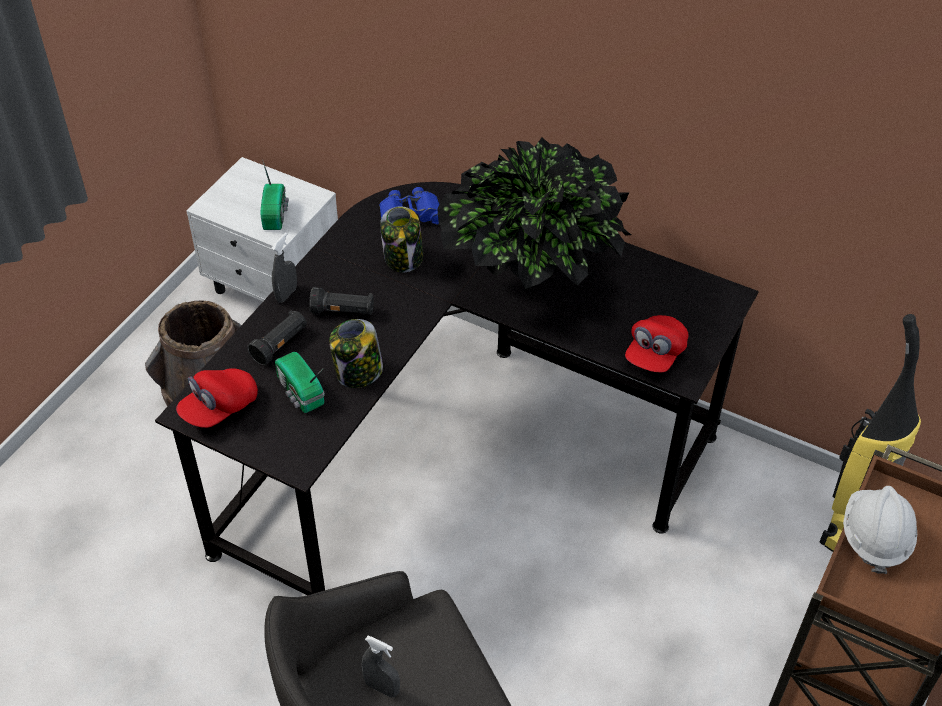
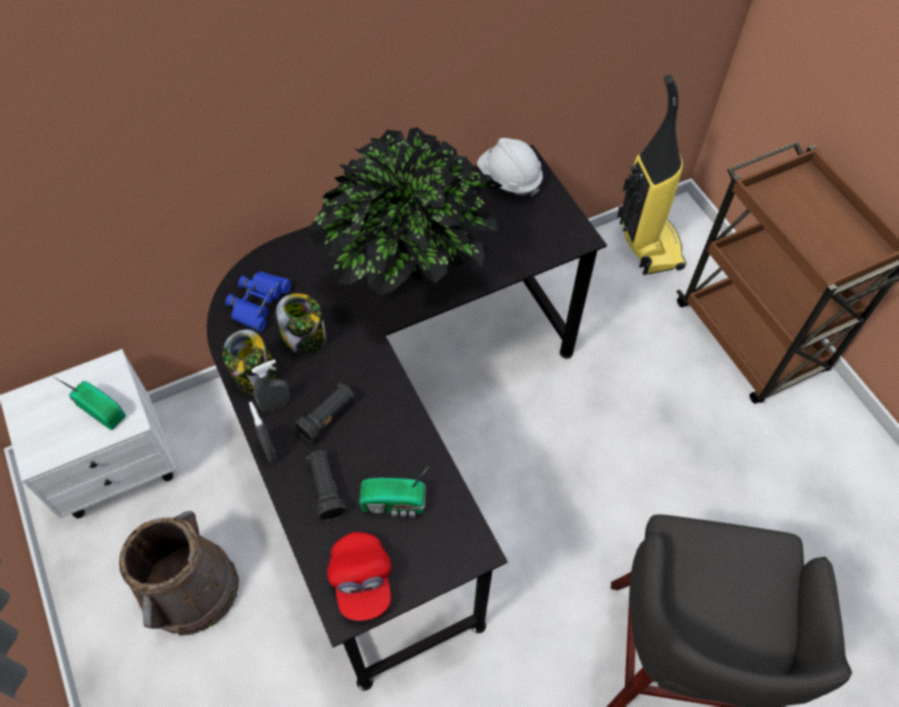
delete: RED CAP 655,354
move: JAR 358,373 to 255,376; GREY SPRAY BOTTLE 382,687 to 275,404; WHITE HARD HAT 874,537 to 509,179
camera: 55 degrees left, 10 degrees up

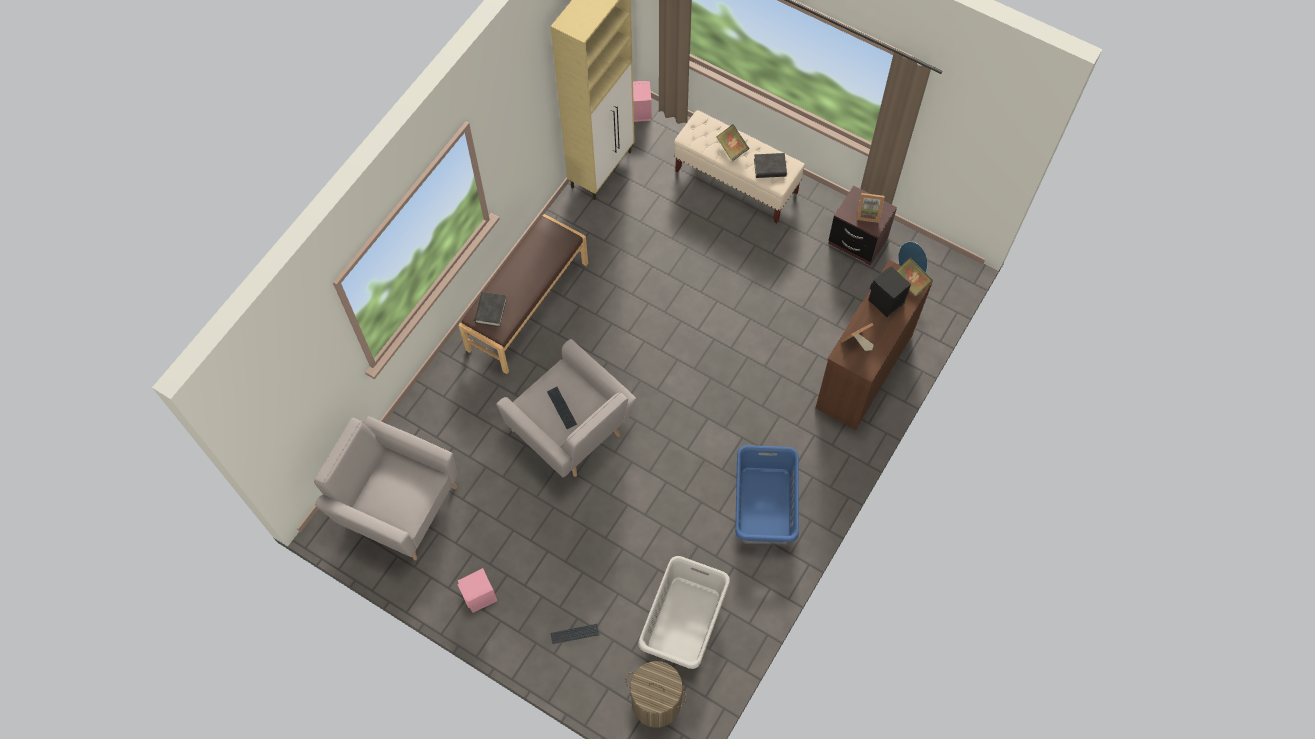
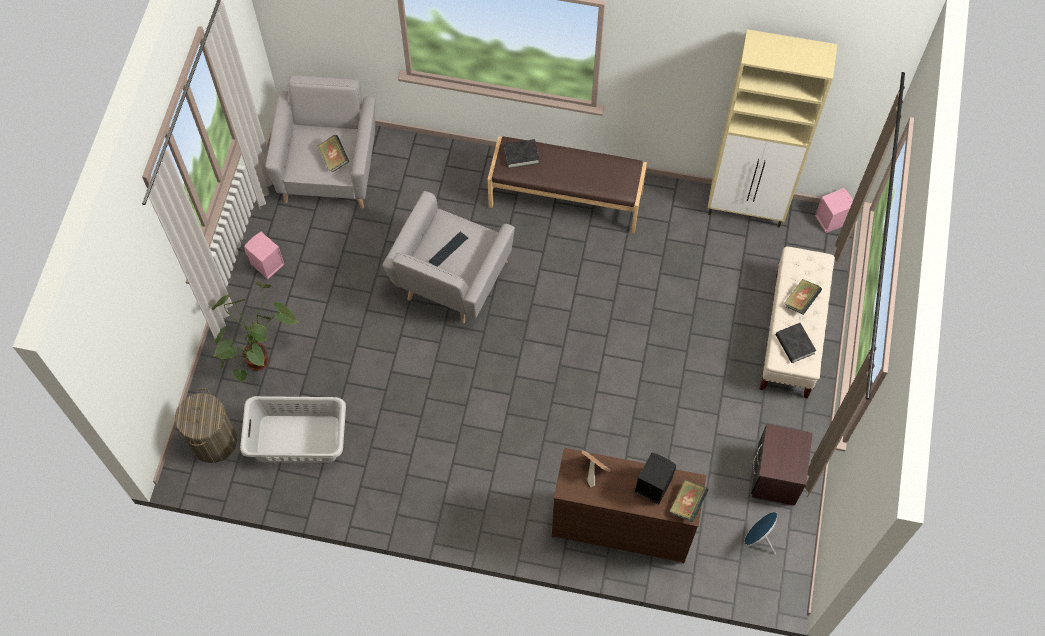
delete: BLUE LAUNDRY BASKET 764,505; PICTURE FRAME 868,213
insert: BOOK 334,159
replace: KEYBOARD 574,634 to POTTED PLANT 256,352
camera: 70 degrees right, 0 degrees up

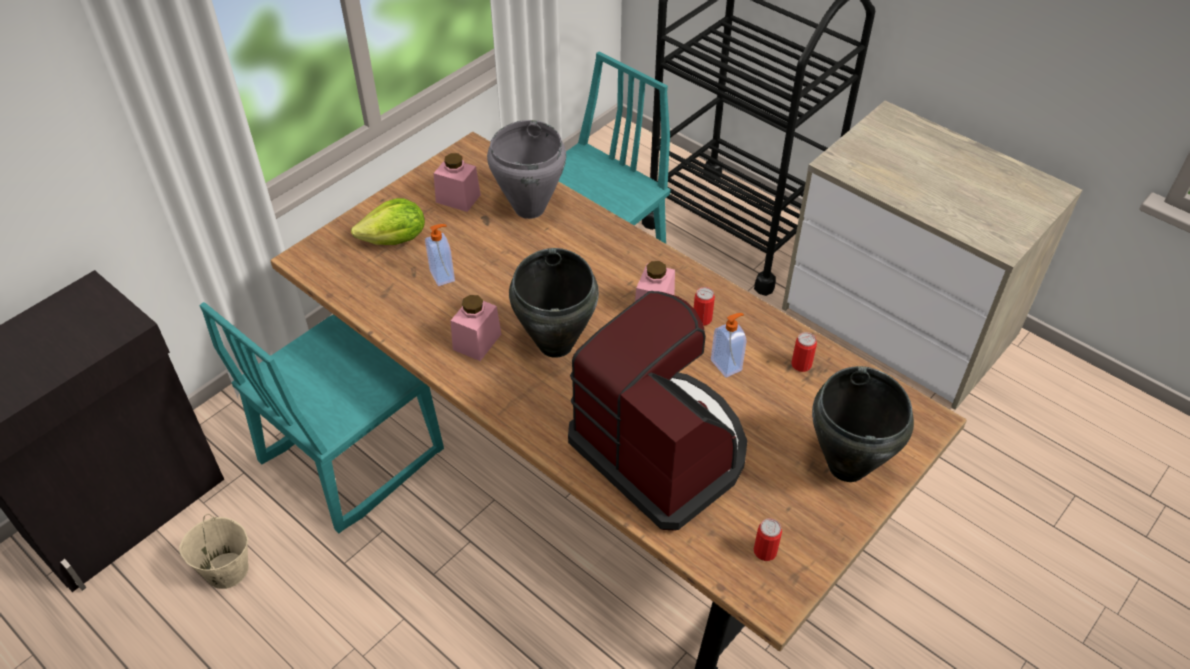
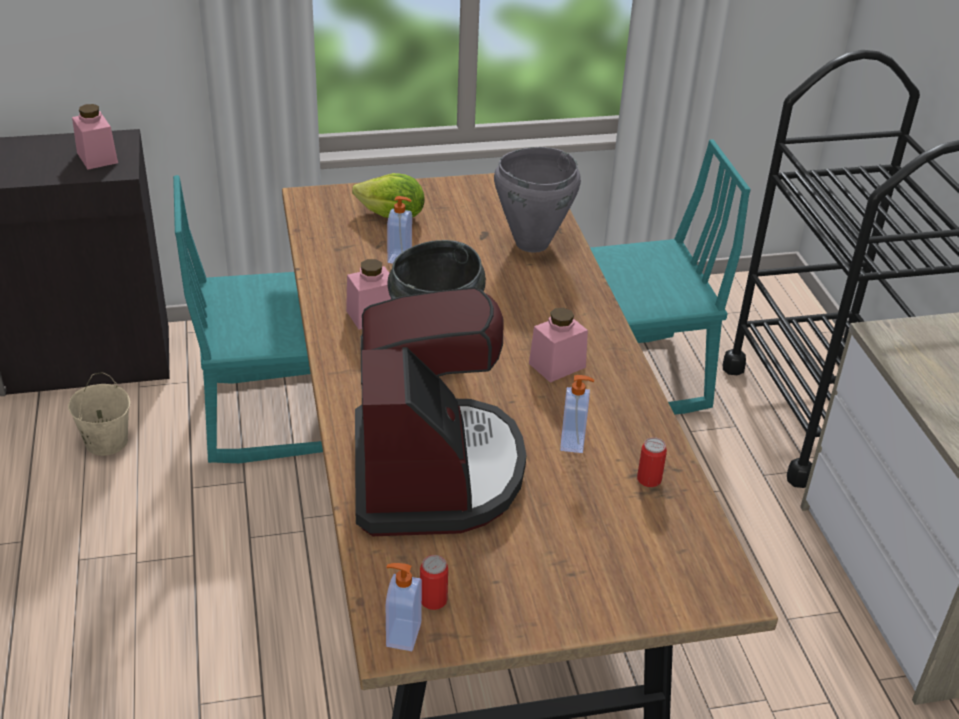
delete: CAN 702,319; BLACK COOKING POT 846,467
insert: SOAP DISPENSER 402,634
move: PINK JAR 458,198 to 97,157
camera: 35 degrees right, 10 degrees down

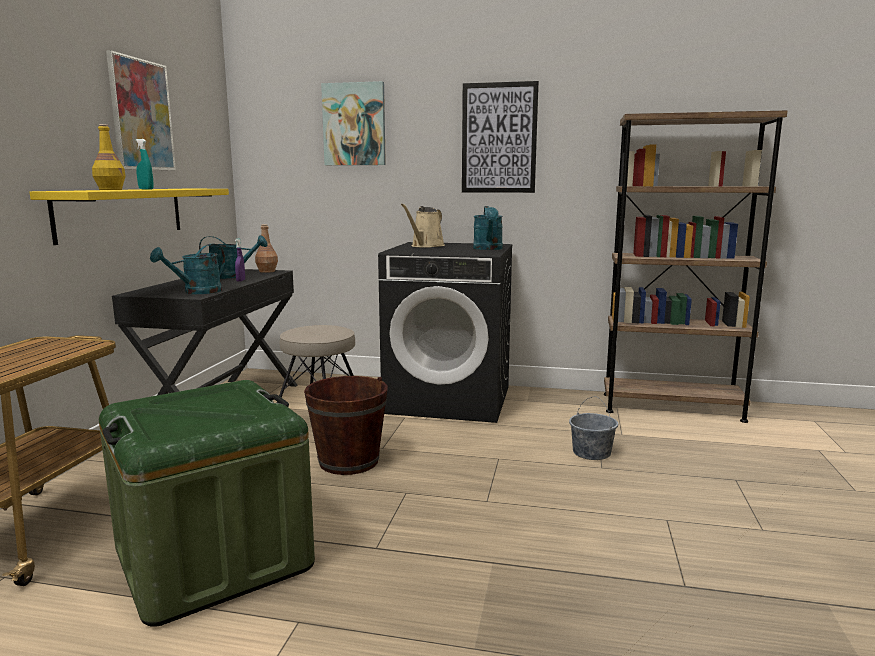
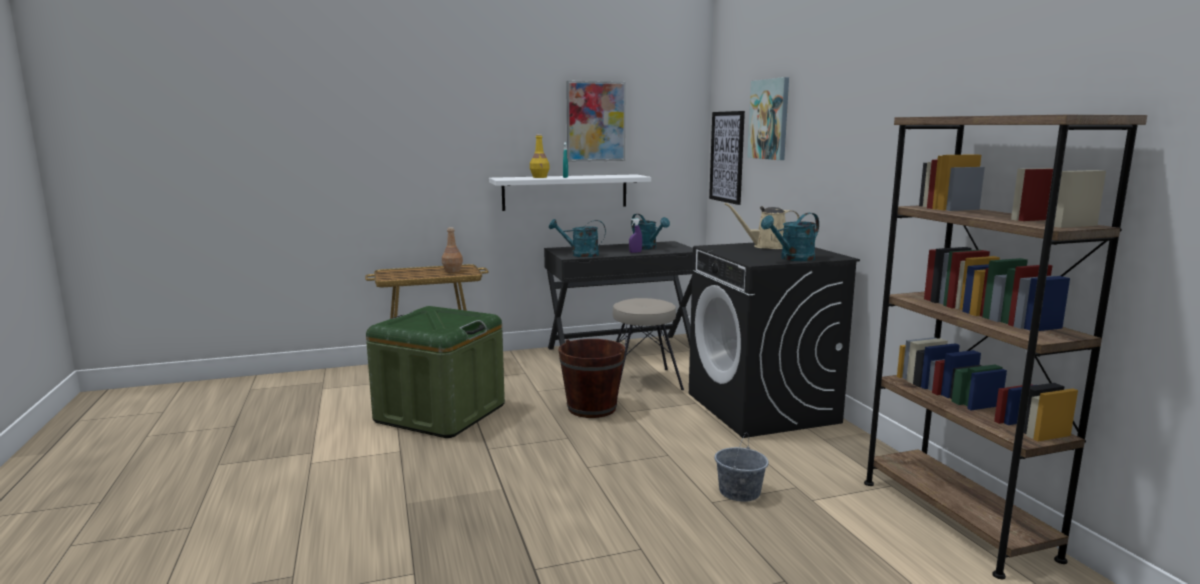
move: BROWN BOTTLE 267,271 to 453,271; PICTURE 499,138 to 727,157
recolor: YELLOW SHELF 122,213 to WHITE SHELF 565,192
camera: 60 degrees right, 0 degrees up

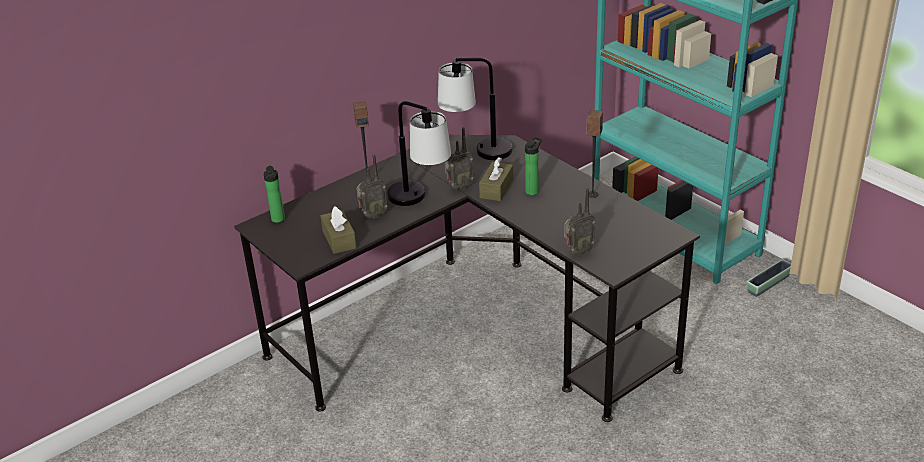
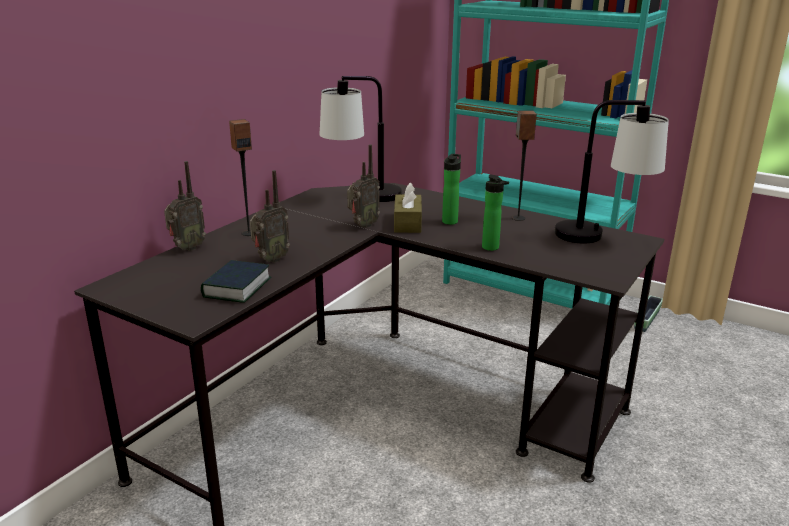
move: BOTTLE 278,220 to 492,248; TABLE LAMP 420,201 to 601,237; RADIO 577,252 to 187,248
replace: BROWN TISSUE BOX 339,239 to BOOK 237,288
camera: 20 degrees left, 10 degrees down

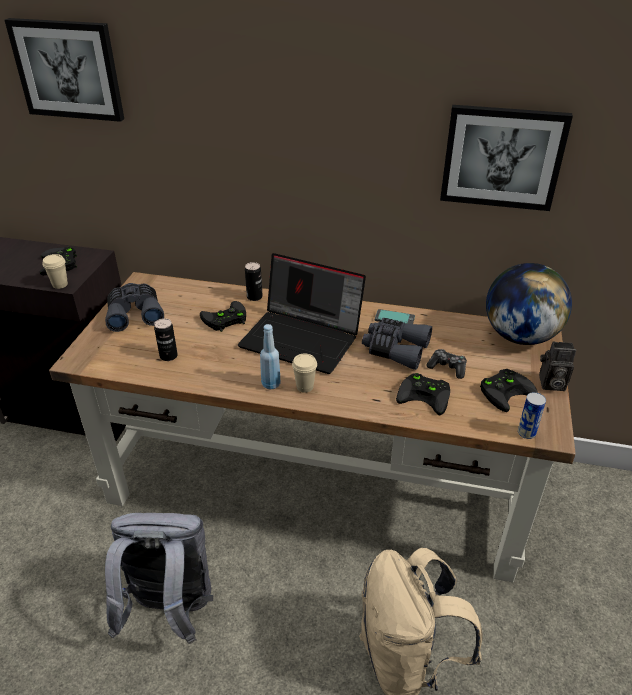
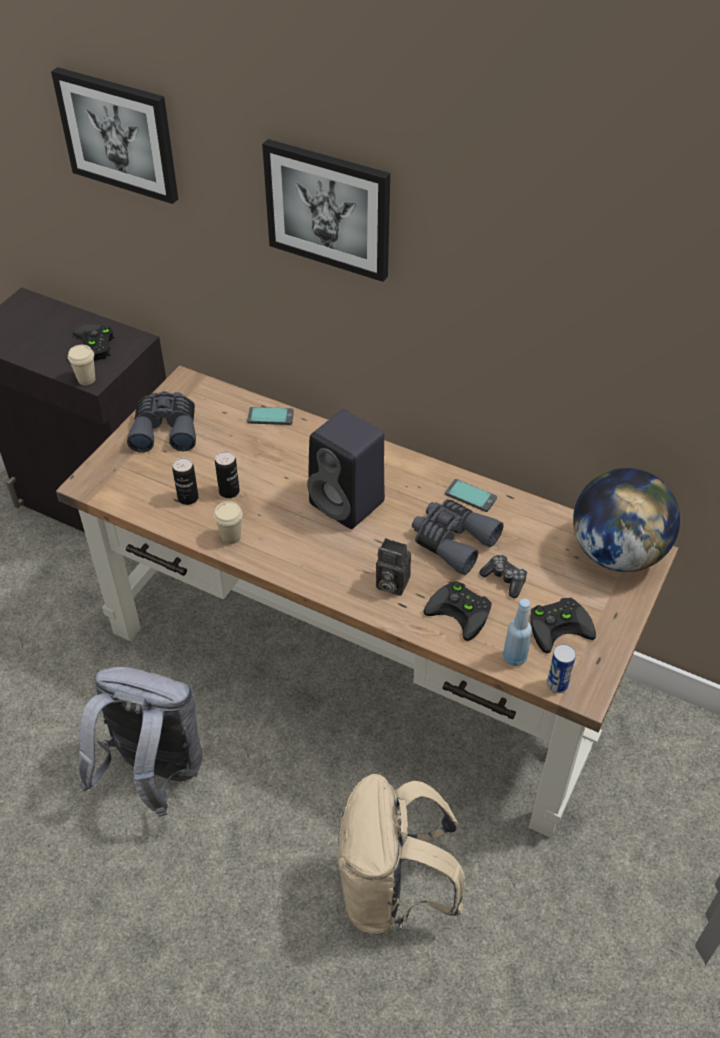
delete: BLACK GAME CONTROLLER 224,320
insert: PHONE 270,416
move: CAN 254,297 to 229,491; BLUE BOTTLE 271,384 to 514,657; BEIGE CUP 304,387 to 231,537; PICTURE 502,157 to 329,209; PHOTO CAMERA 550,384 to 390,584
replace: LAPTOP 303,338 to BLACK SPEAKER 349,503
camera: 15 degrees right, 10 degrees up

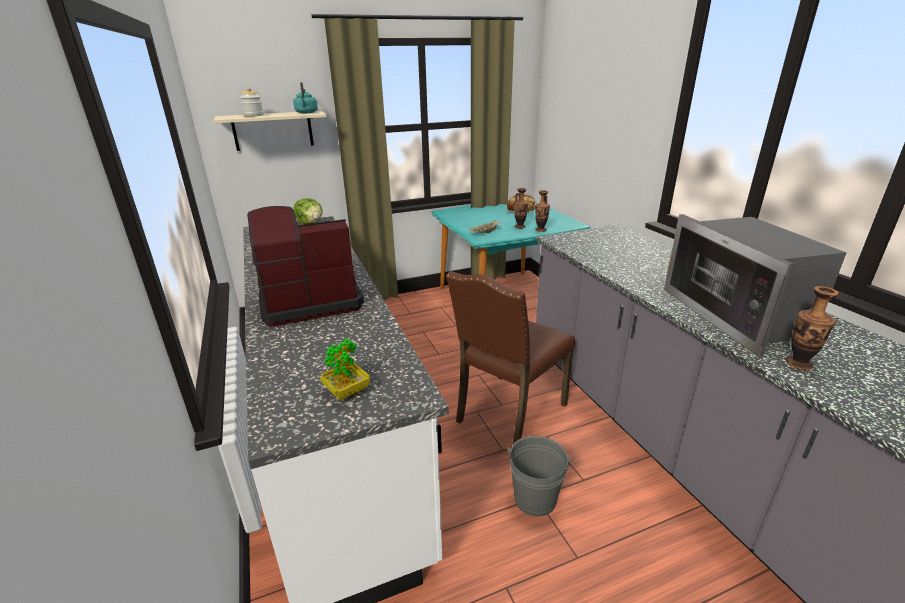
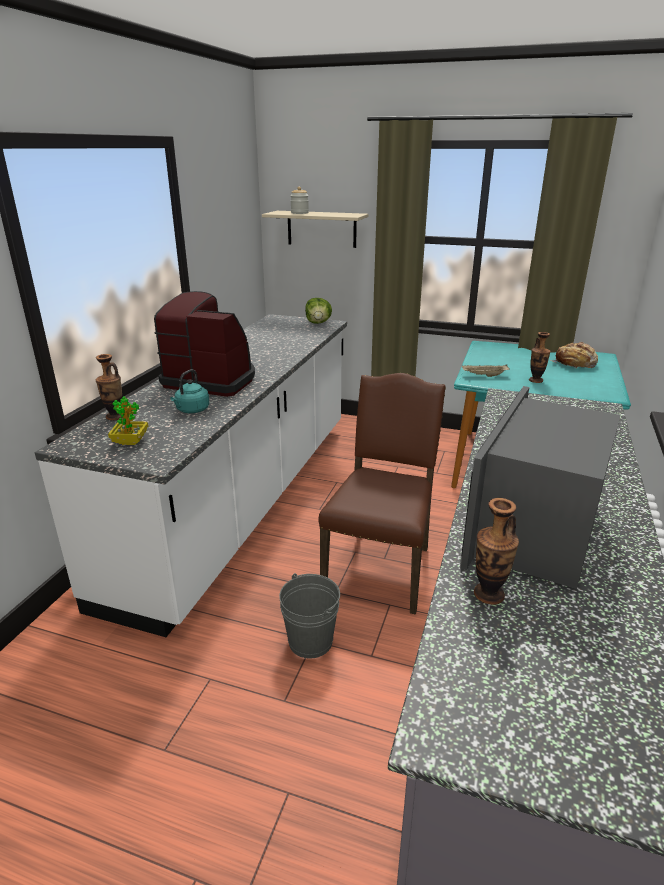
move: TURQUOISE KETTLE 306,113 to 191,410; VASE 540,230 to 115,417
rotate: BROWN CHAIR 508,413 = 381,567 120 degrees clockwise
camera: 40 degrees right, 0 degrees up

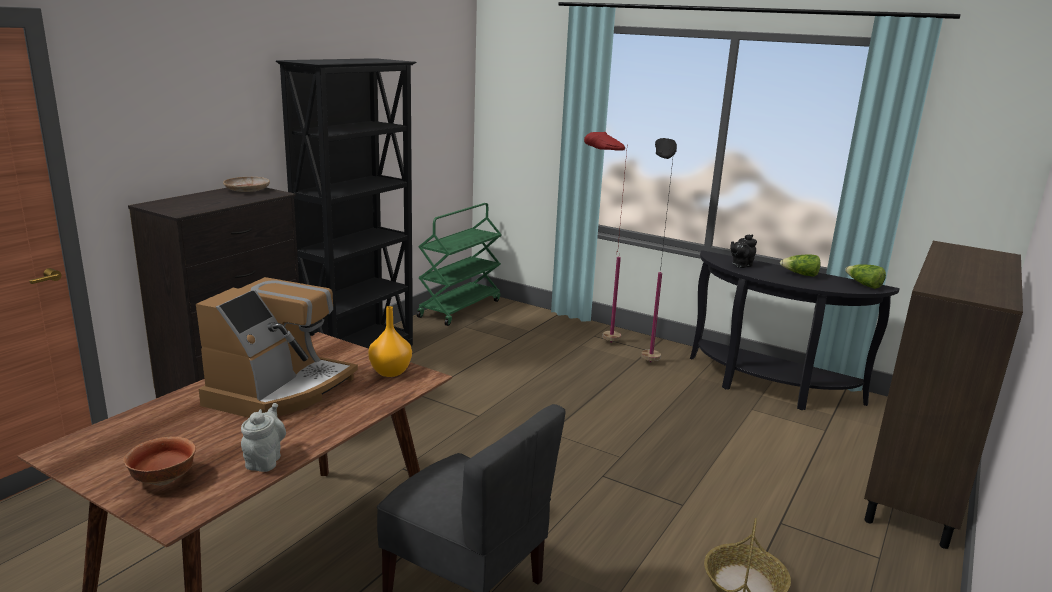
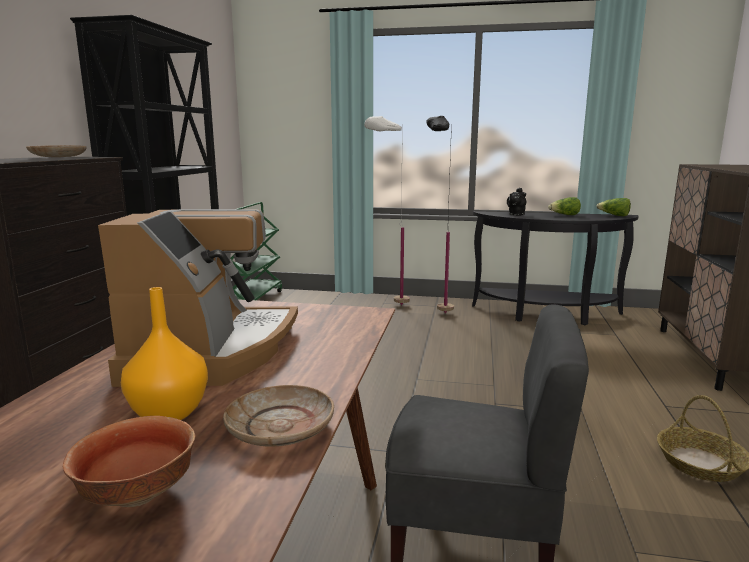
move: ORANGE VASE 391,372 to 171,413
replace: GREY TEAPOT 265,460 to BEIGE PLATE 281,428
recolor: RED FLOOR LAMP 595,340 to WHITE FLOOR LAMP 387,306
camera: 20 degrees left, 5 degrees down

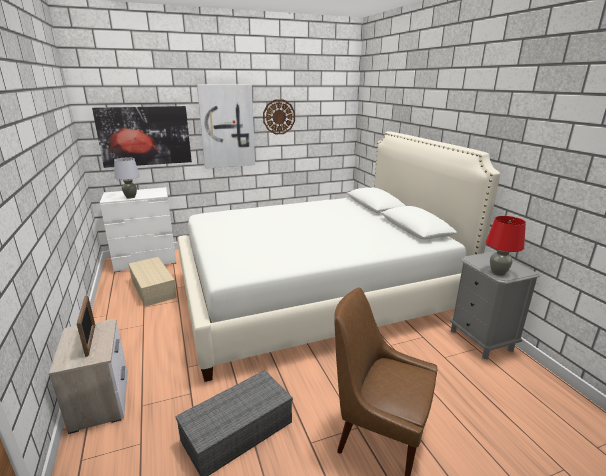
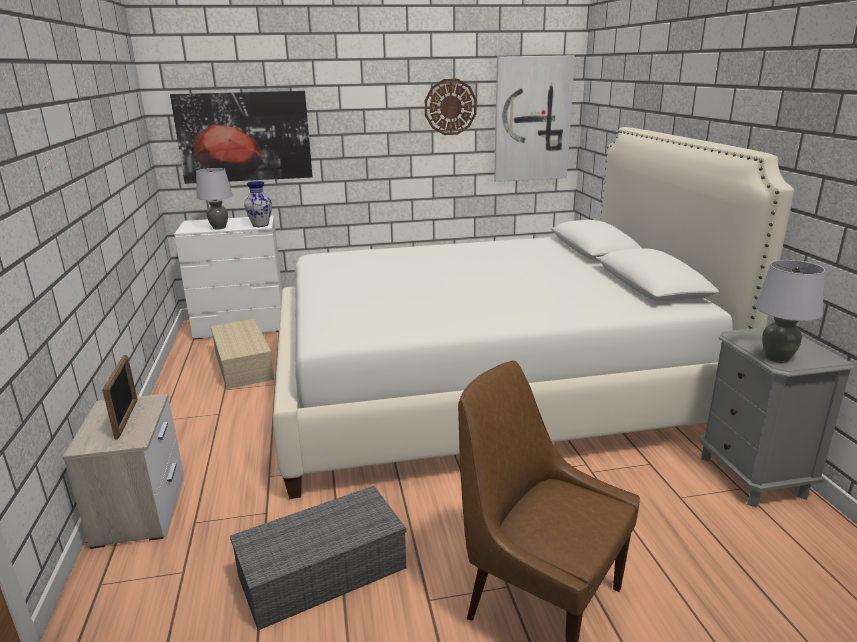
insert: VASE 260,225
move: PICTURE 227,126 to 532,119
recolor: RED TABLE LAMP 498,272 to GREY TABLE LAMP 776,358
camera: 10 degrees right, 0 degrees up

